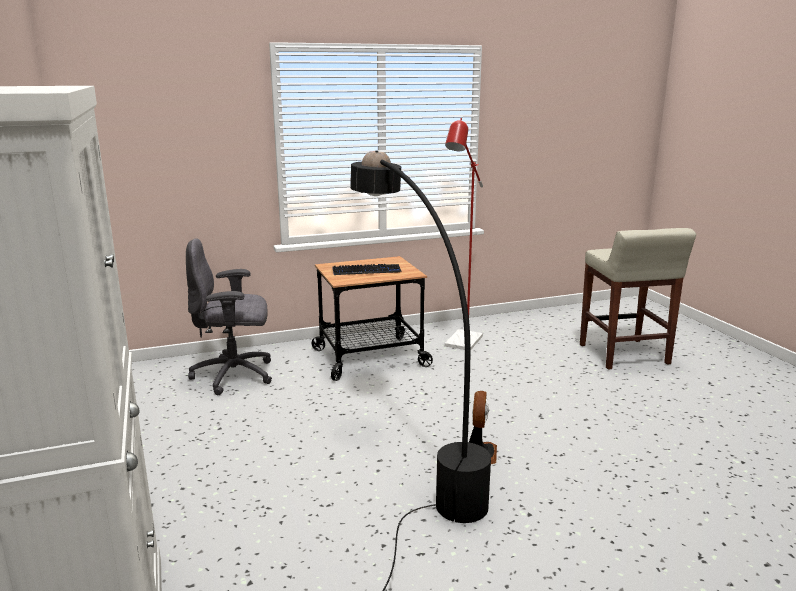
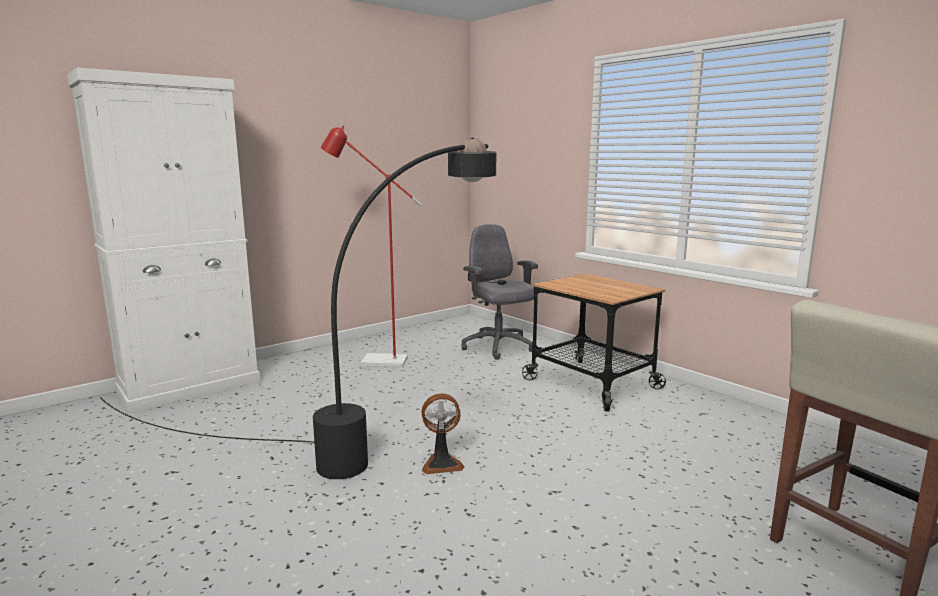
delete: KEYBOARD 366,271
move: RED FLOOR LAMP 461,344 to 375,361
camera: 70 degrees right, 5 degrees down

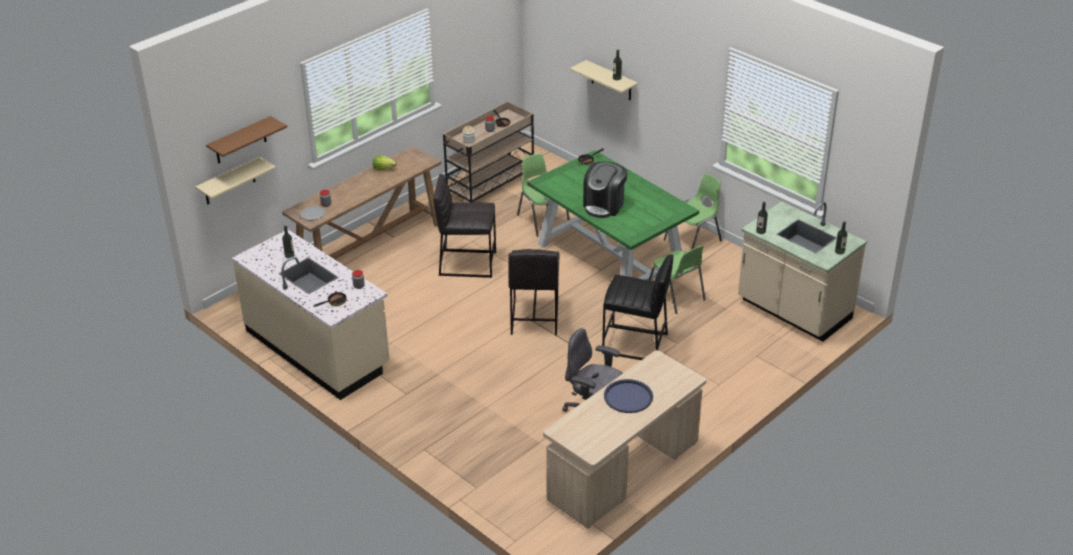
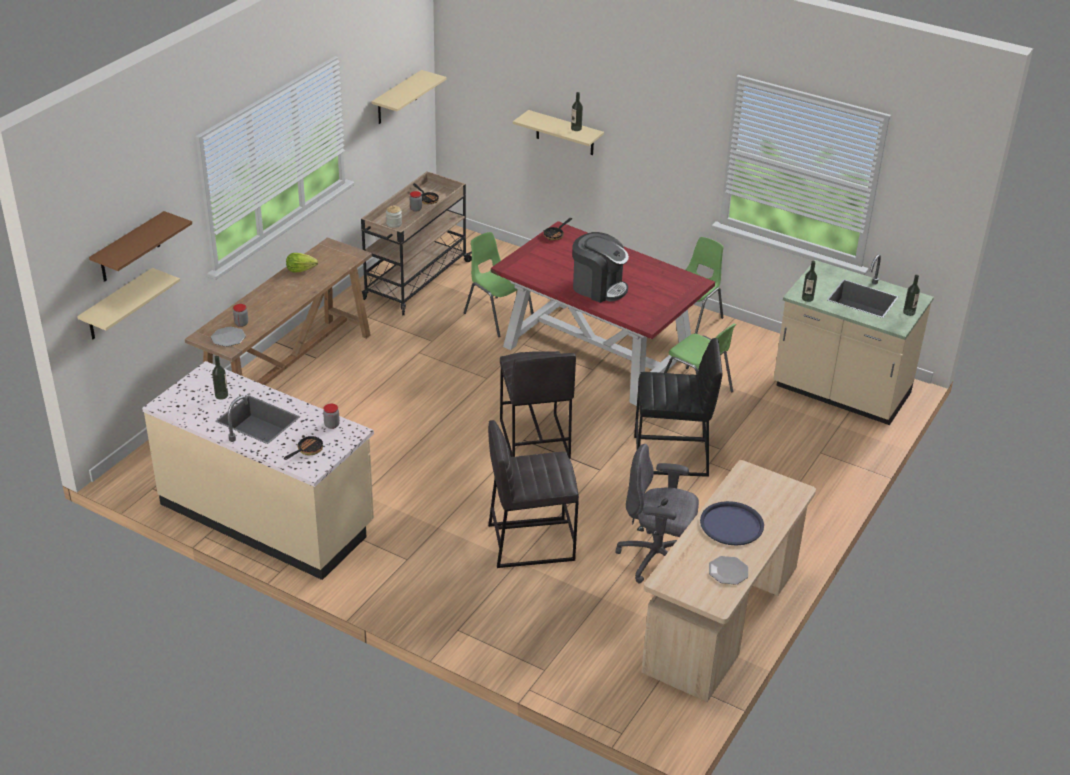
insert: BEIGE SHELF 397,98; PLATE 728,571
move: GREY STOOL 467,263 to 530,542
recolor: GREEN DINING TABLE 611,256 to RED DINING TABLE 599,351
rotate: COFFEE MACHINE 604,205 = 598,287 75 degrees counterclockwise
camera: 15 degrees left, 0 degrees up

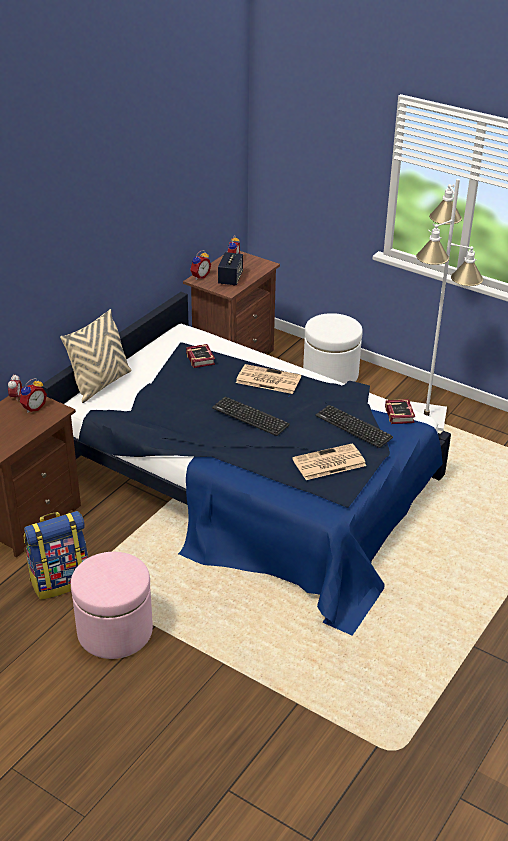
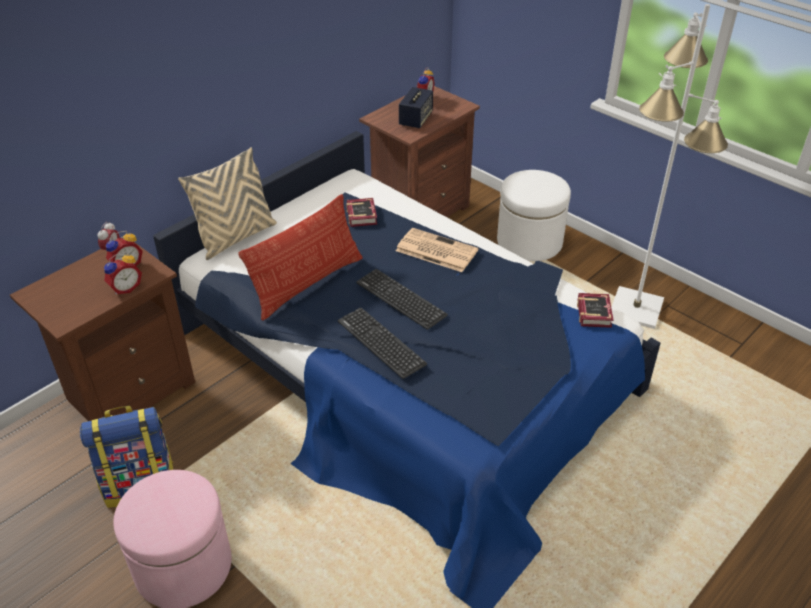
delete: NEWSPAPER 328,463
insert: PILLOW 307,283
move: ALARM CLOCK 199,276 to 125,288; KEYBOARD 353,427 to 381,343
camera: 10 degrees right, 5 degrees up

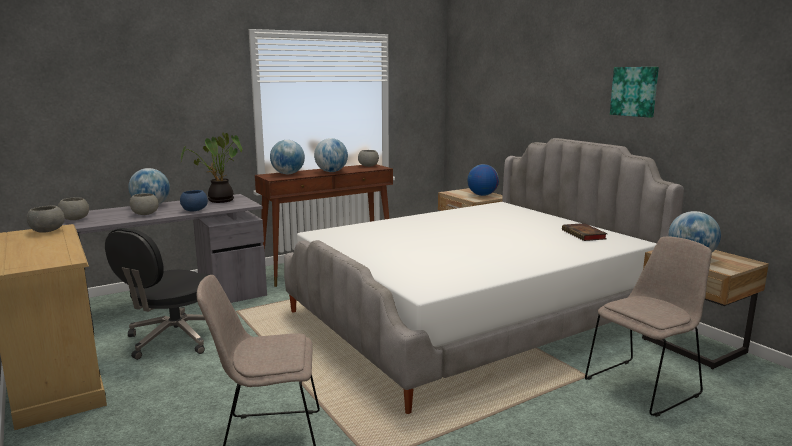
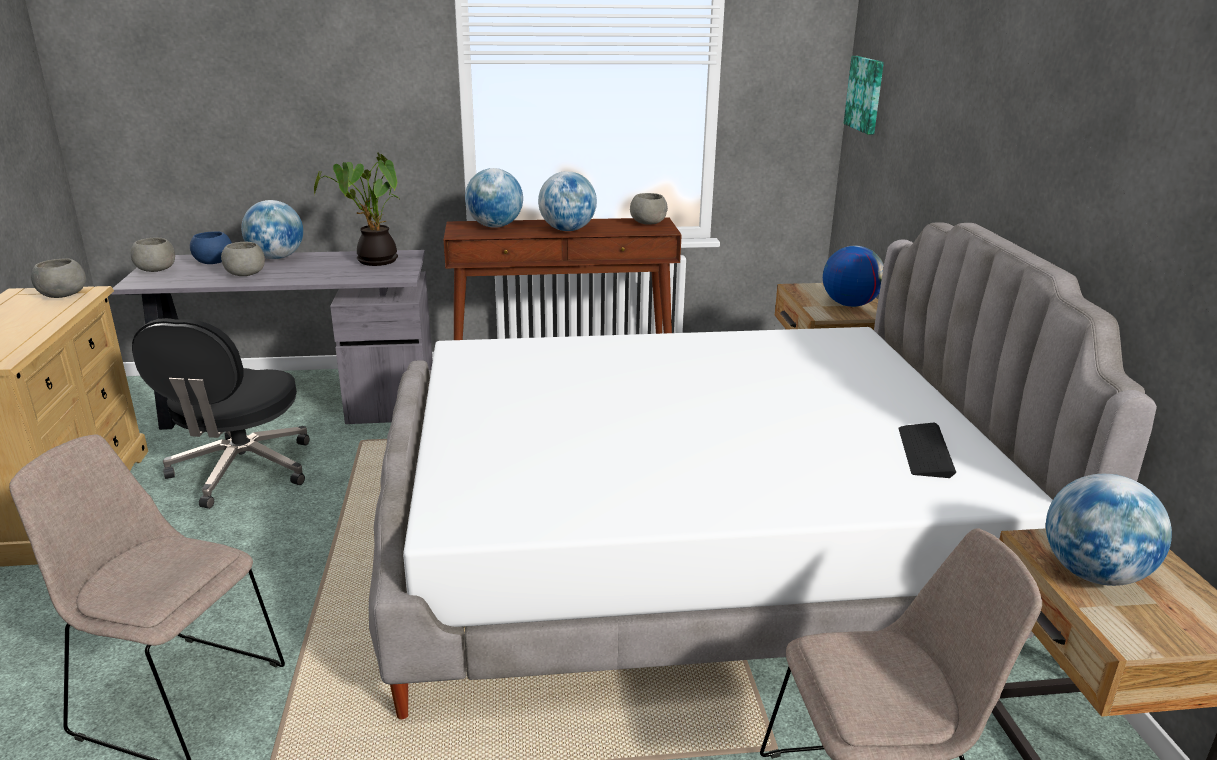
move: BLUE BOWL 195,210 to 214,263; PICTURE 634,91 to 866,94
replace: BOOK 584,235 to KEYBOARD 925,451
rotate: BLACK OFFICE CHAIR 173,339 = 241,471 45 degrees counterclockwise
camera: 25 degrees right, 10 degrees up

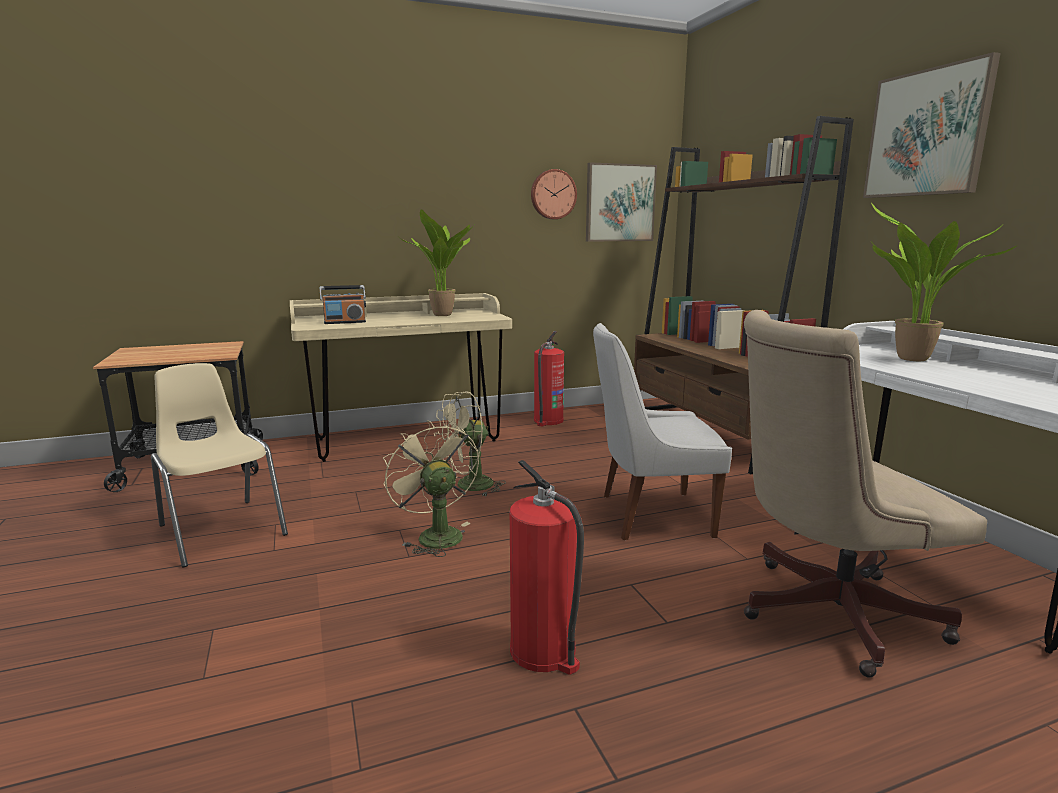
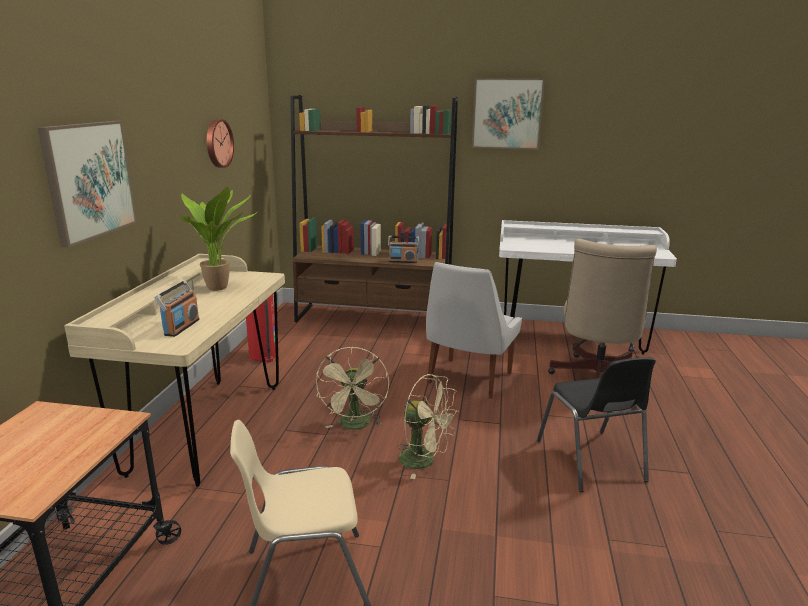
delete: POTTED PLANT 909,359
insert: RADIO 403,261
move: PICTURE 620,203 to 89,180
replace: FIRE EXTINGUISHER 544,651 to BLACK CHAIR 591,461
rotate: BEIGE FAN 434,534 = 424,461 150 degrees counterclockwise
camera: 60 degrees left, 5 degrees up

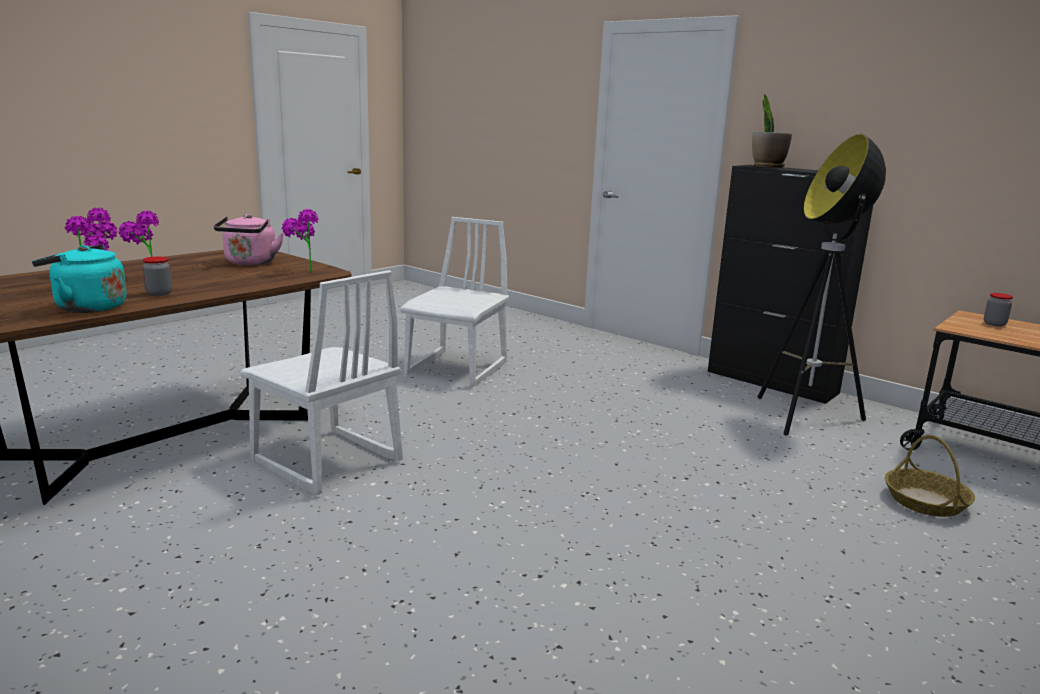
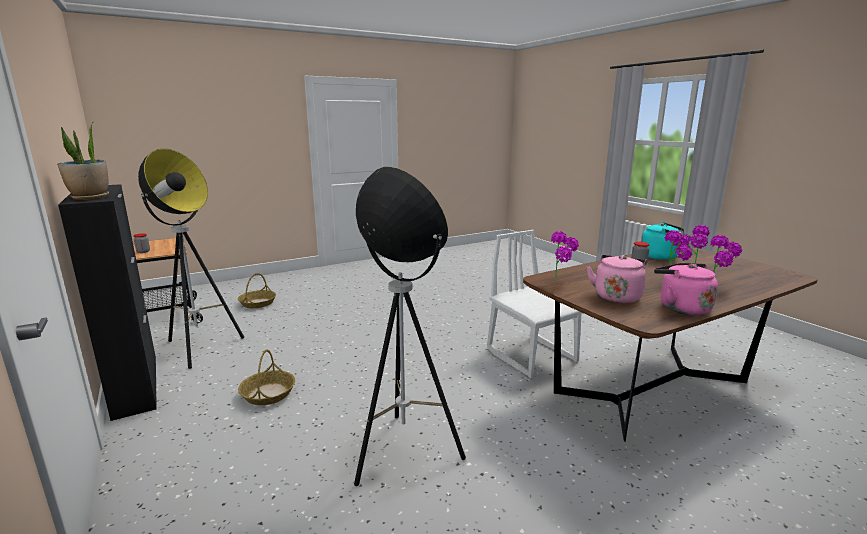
insert: BASKET 268,394; PINK KETTLE 681,308
replace: WHITE CHAIR 458,369 to FLOOR LAMP 403,453
camera: 160 degrees left, 0 degrees up

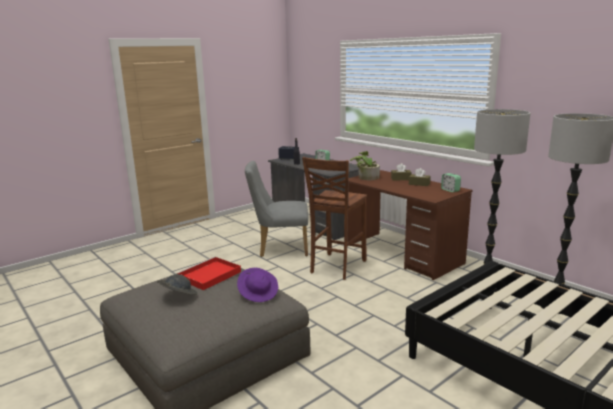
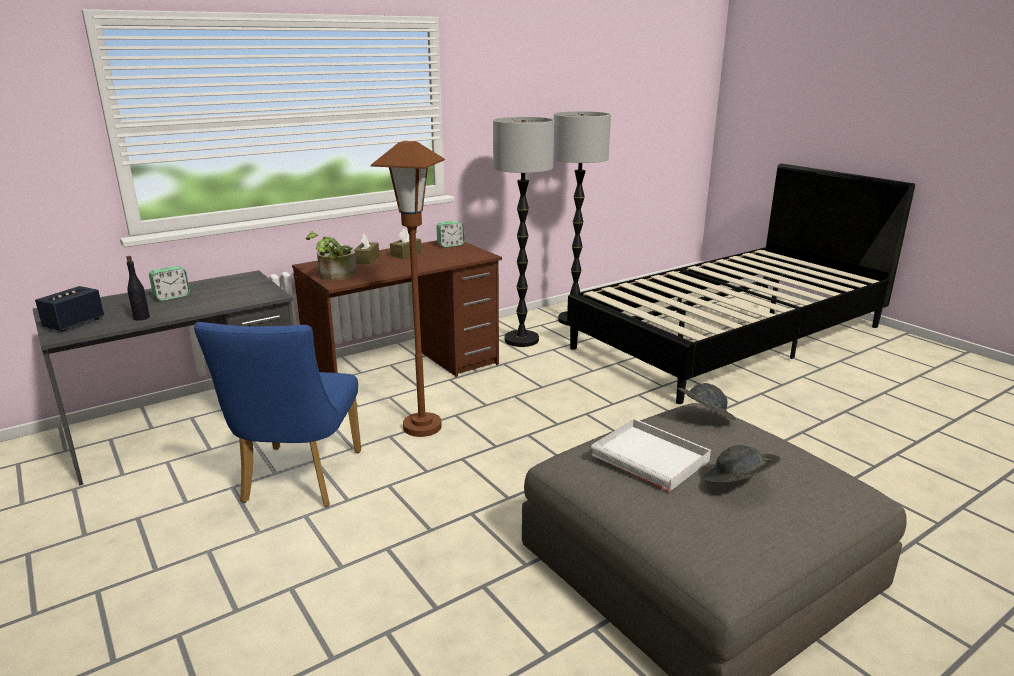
replace: BROWN CHAIR 336,267 to BROWN FLOOR LAMP 422,427
recolor: RED TRAY 209,276 to WHITE TRAY 652,458; PURPLE HAT 258,293 to GREY HAT 703,416; GREY CHAIR 279,248 to BLUE CHAIR 298,481
camera: 85 degrees left, 5 degrees up

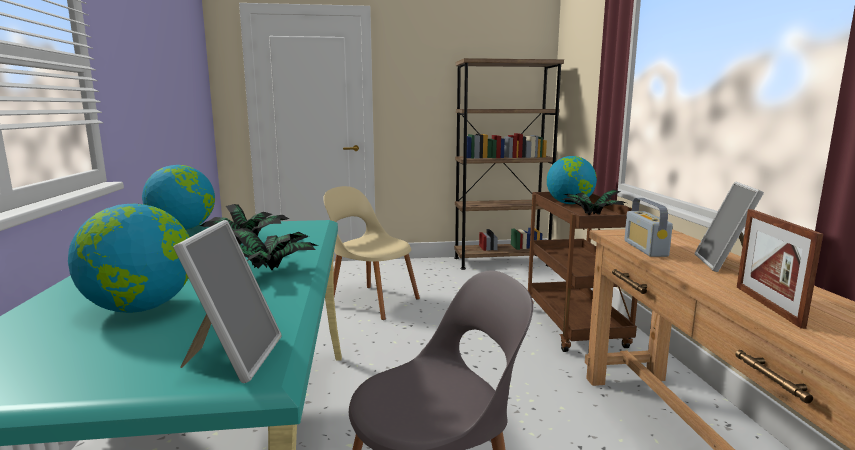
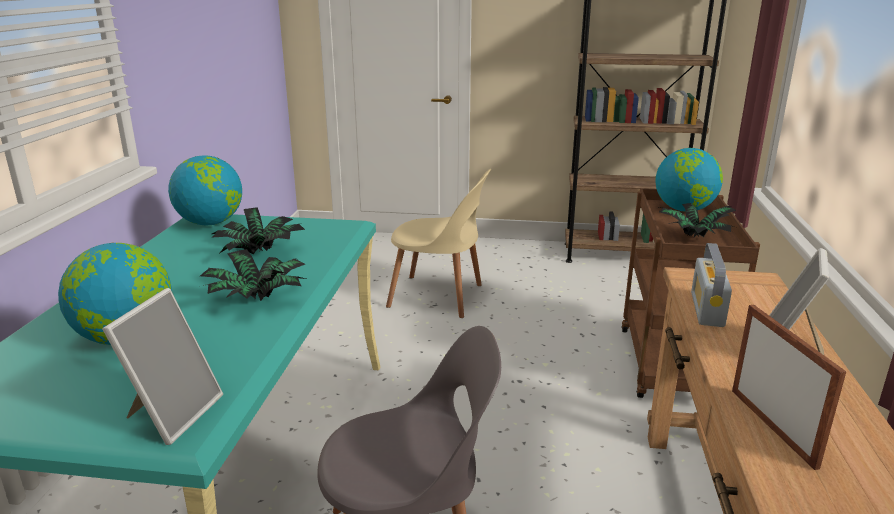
rotate: BEIGE CHAIR 371,301 = 440,297 150 degrees clockwise; PICTURE FRAME 767,305 = 772,427 150 degrees clockwise
camera: 15 degrees right, 10 degrees up

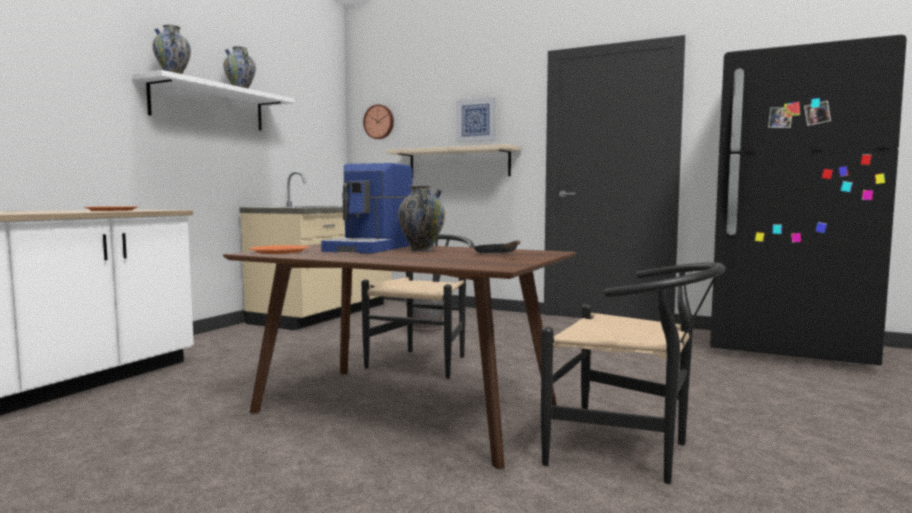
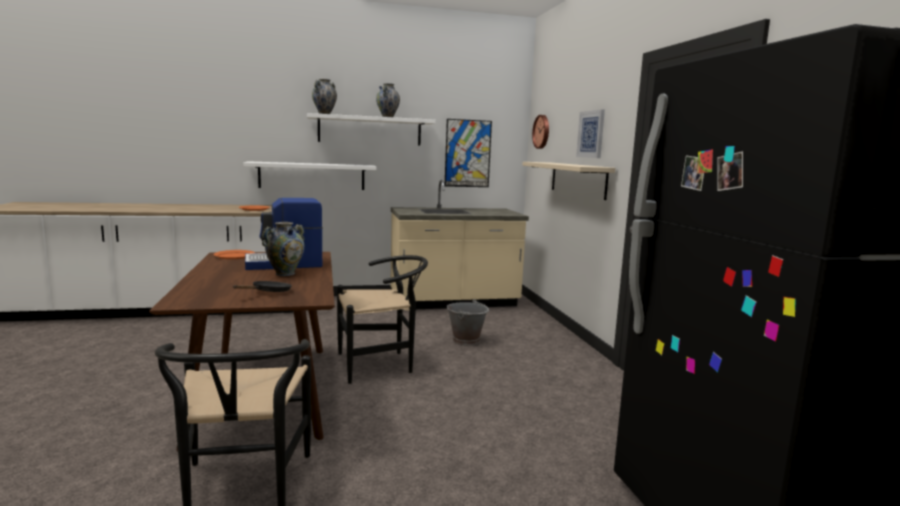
insert: WHITE SHELF 312,176; PICTURE 467,153
camera: 50 degrees right, 5 degrees up

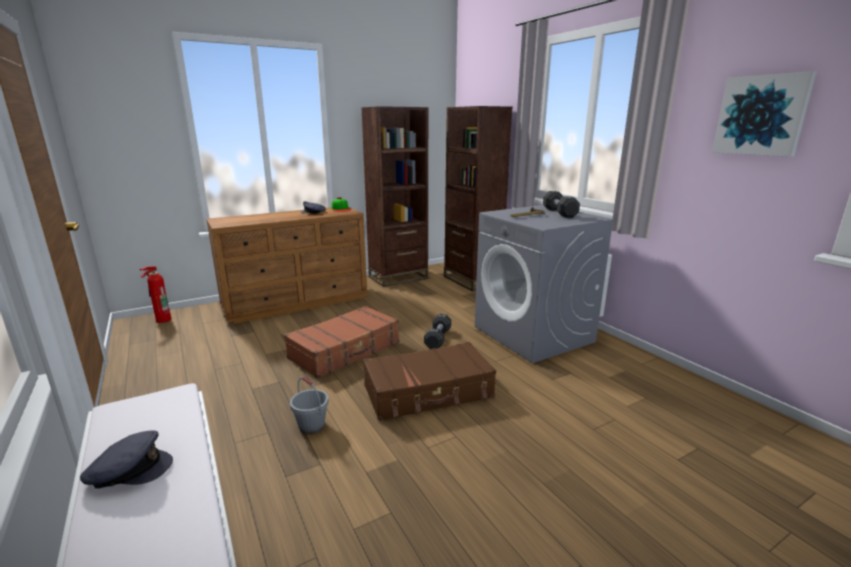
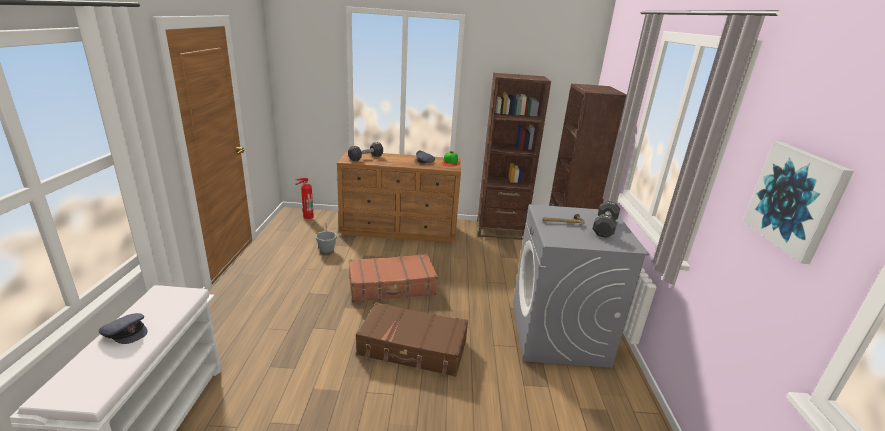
move: GREY BUCKET 311,426 to 326,250; BLACK DUMBBELL 438,339 to 366,157
camera: 30 degrees right, 5 degrees up

